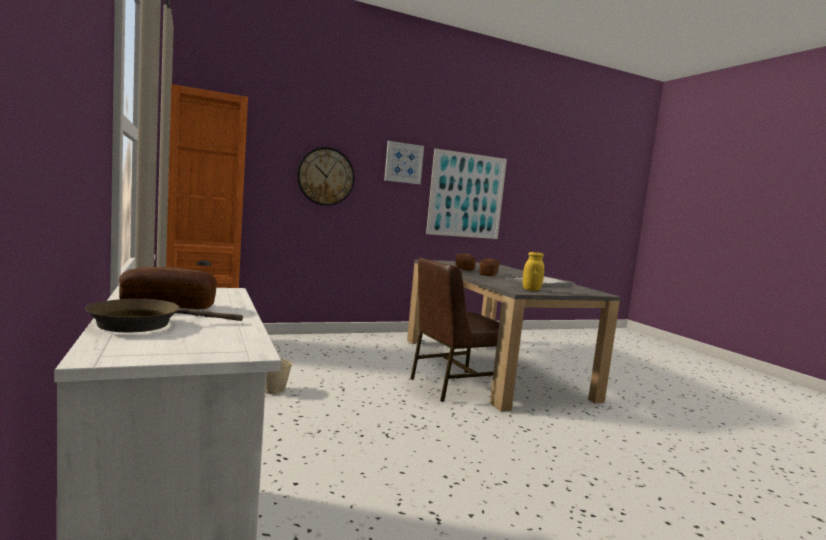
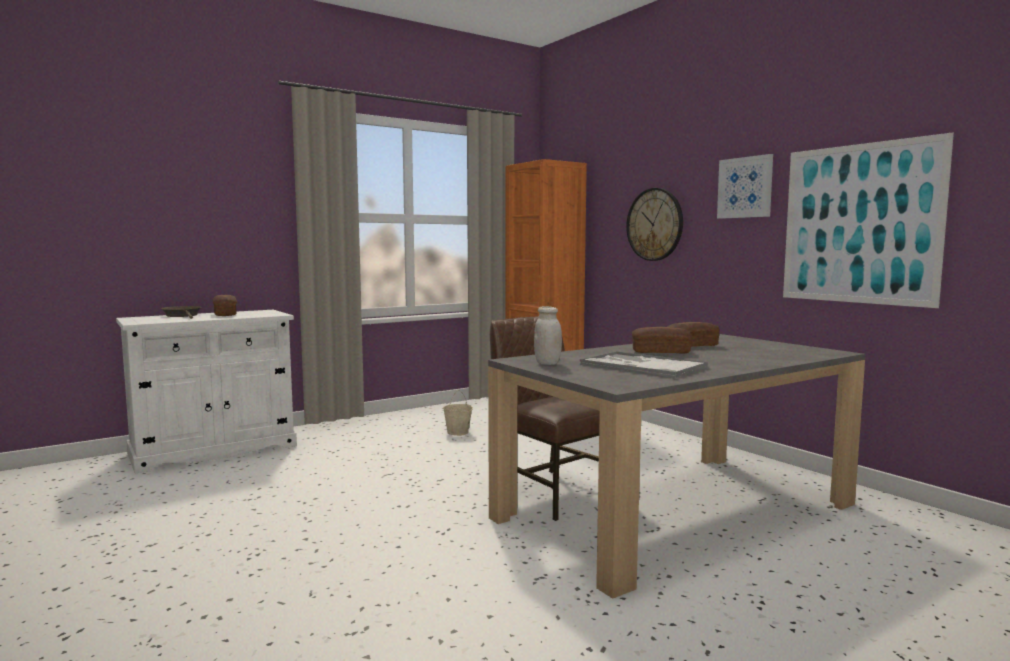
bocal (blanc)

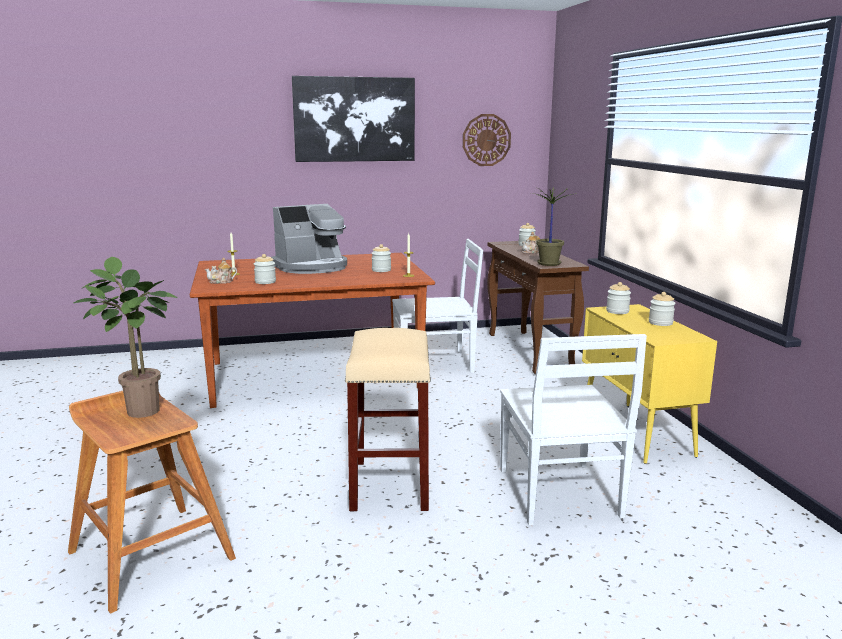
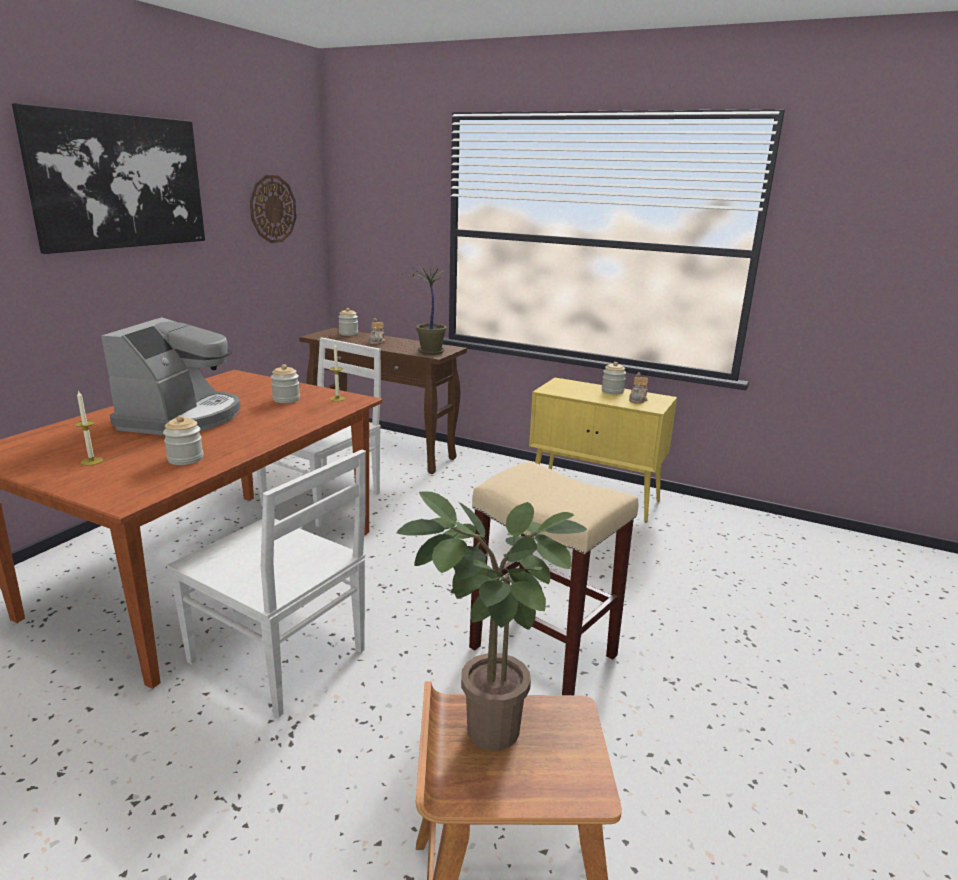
bocal (4th from left in the first image)
théière (2nd from left)
chaise (blanc) (1st from left)

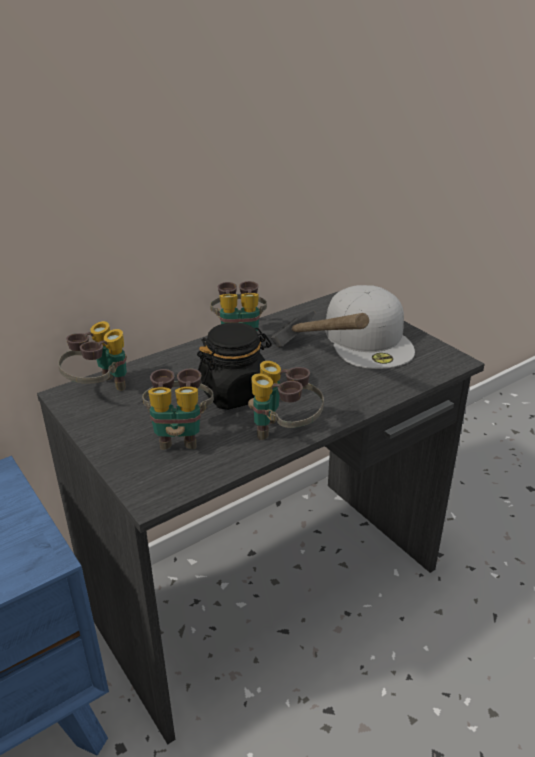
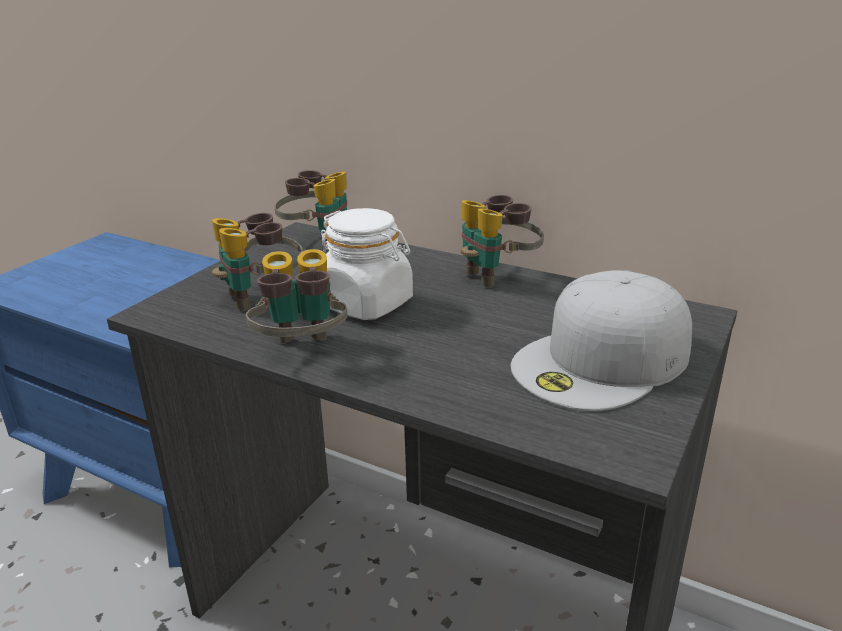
marteau
bocal (blanc)

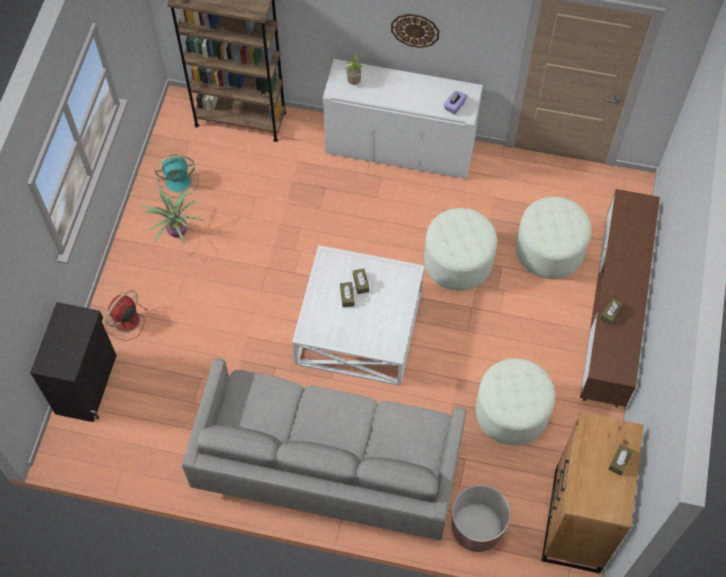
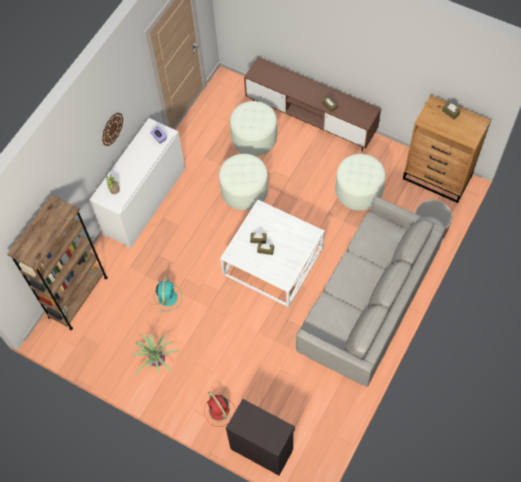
ventilateur (turquoise)

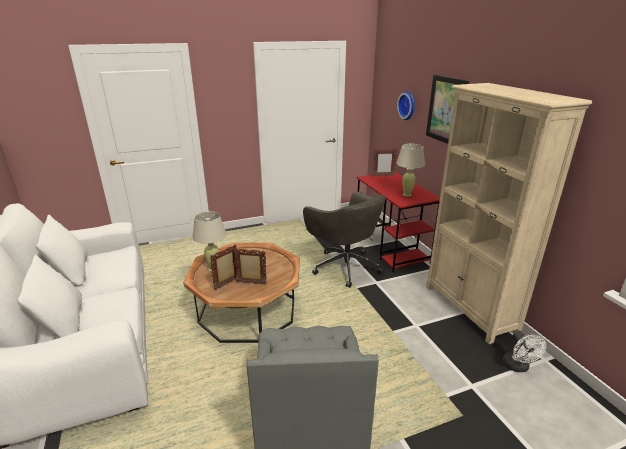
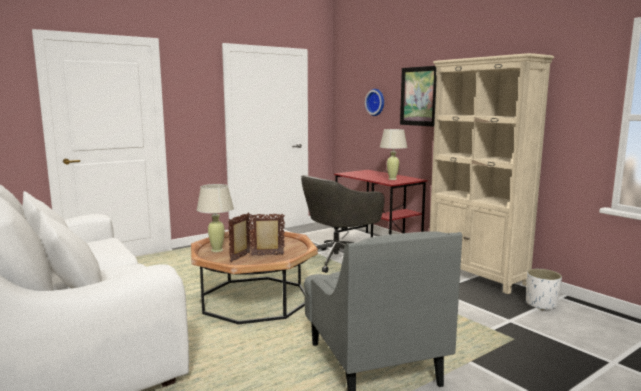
cadre photo (3rd from left in the first image)
cache-pot (blanc)
chaise de bureau (gris)

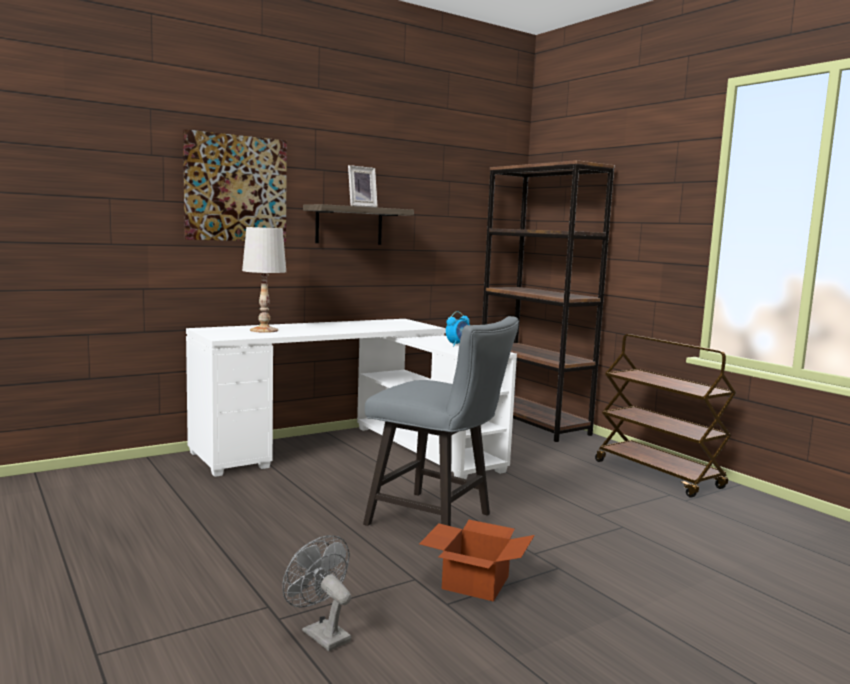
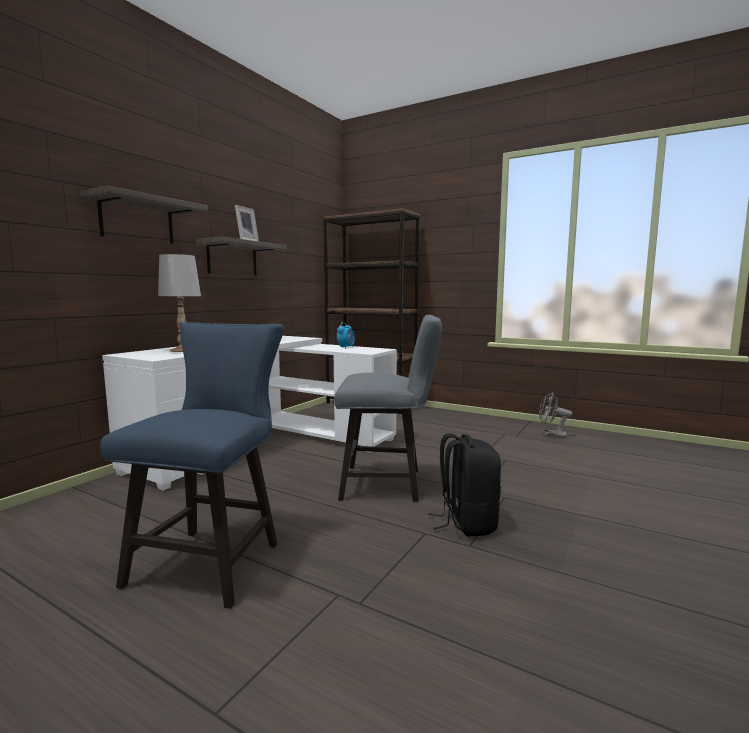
chariot (marron)
chaise (bleu)
ventilateur (gris)
étagère (1st from left)
sac à dos (noir)

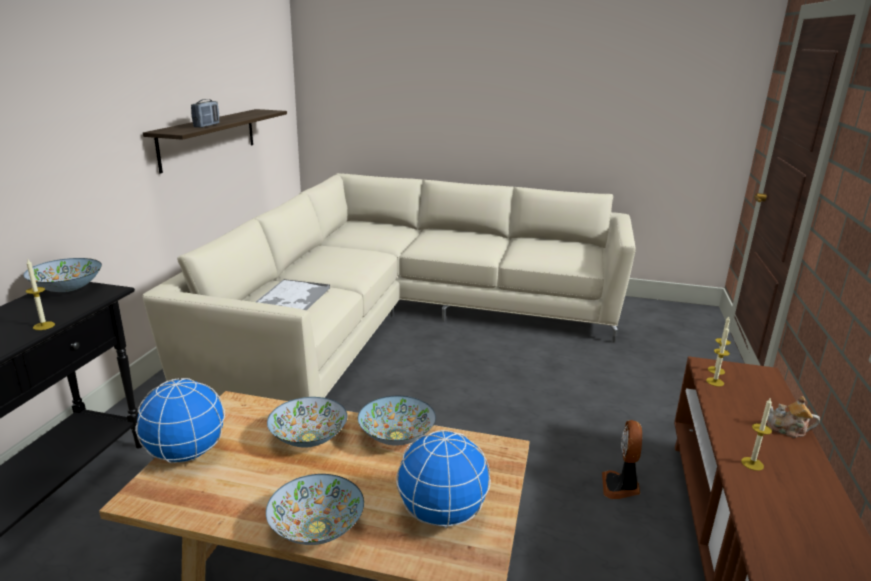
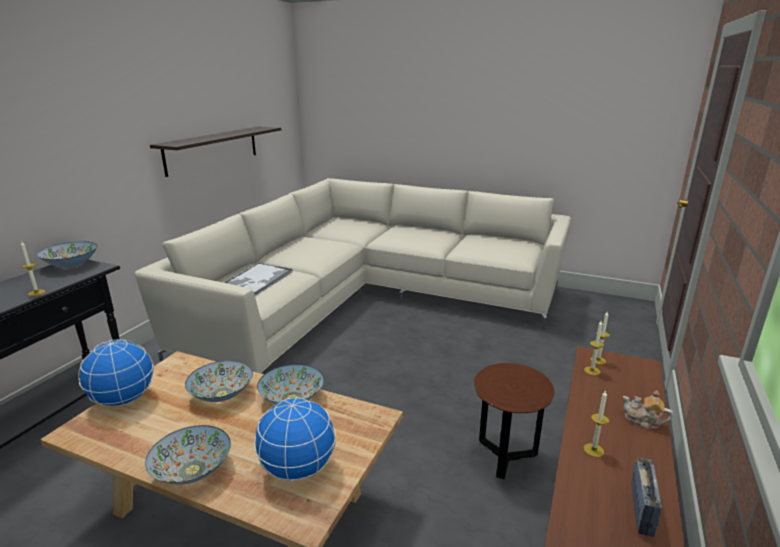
radio
table d'appoint (marron)

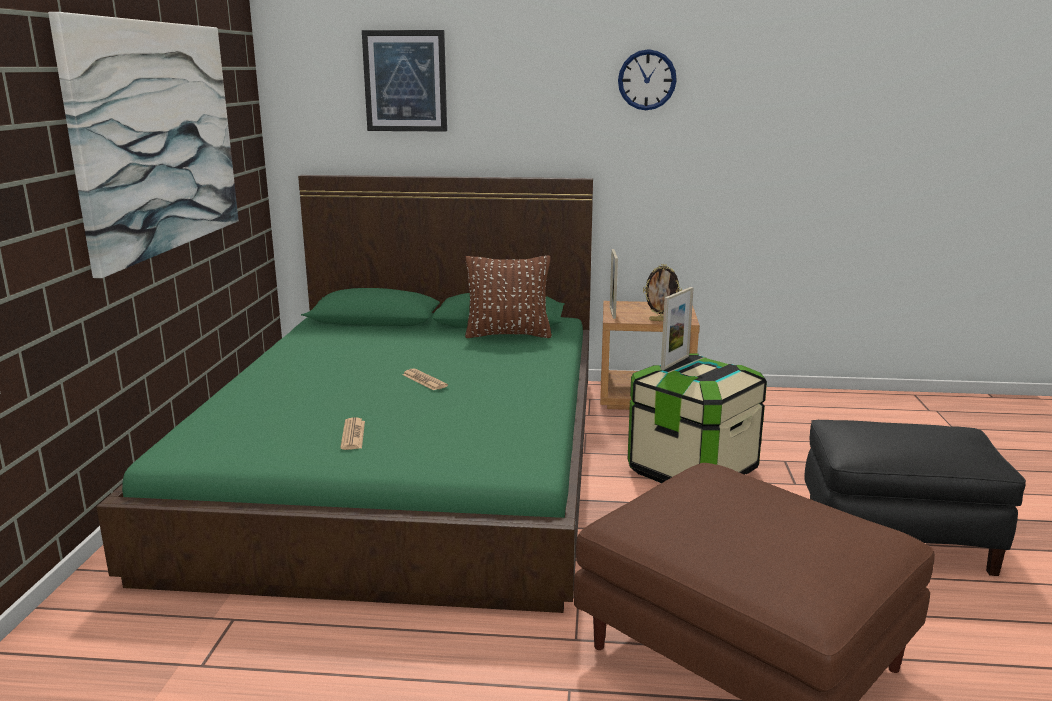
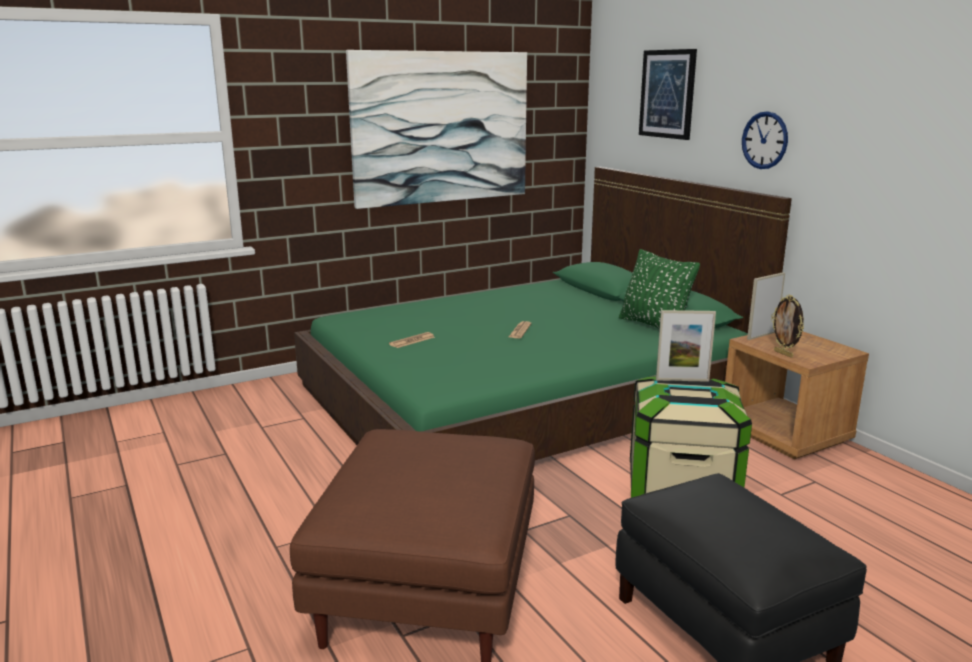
horloge murale
coussin (vert)

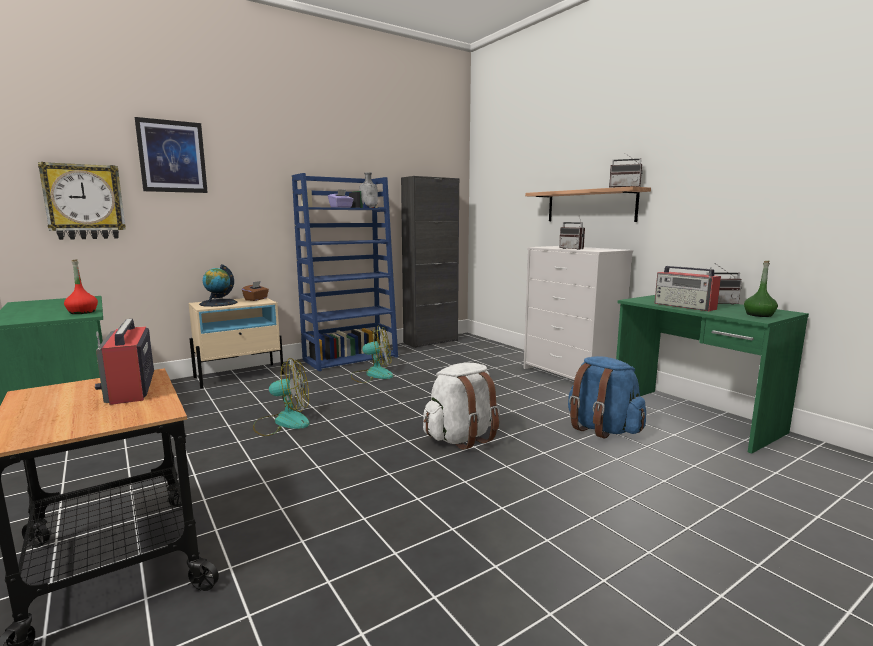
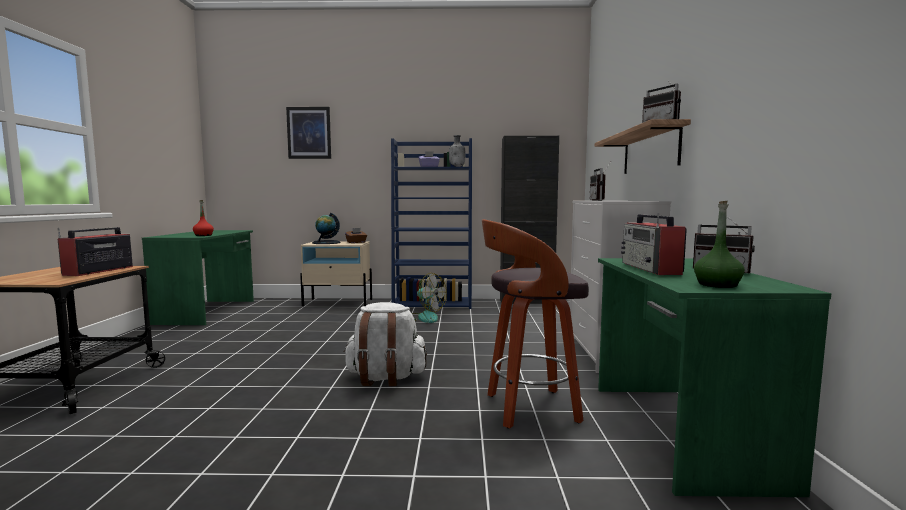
horloge murale
ventilateur (1st from left in the first image)
tabouret

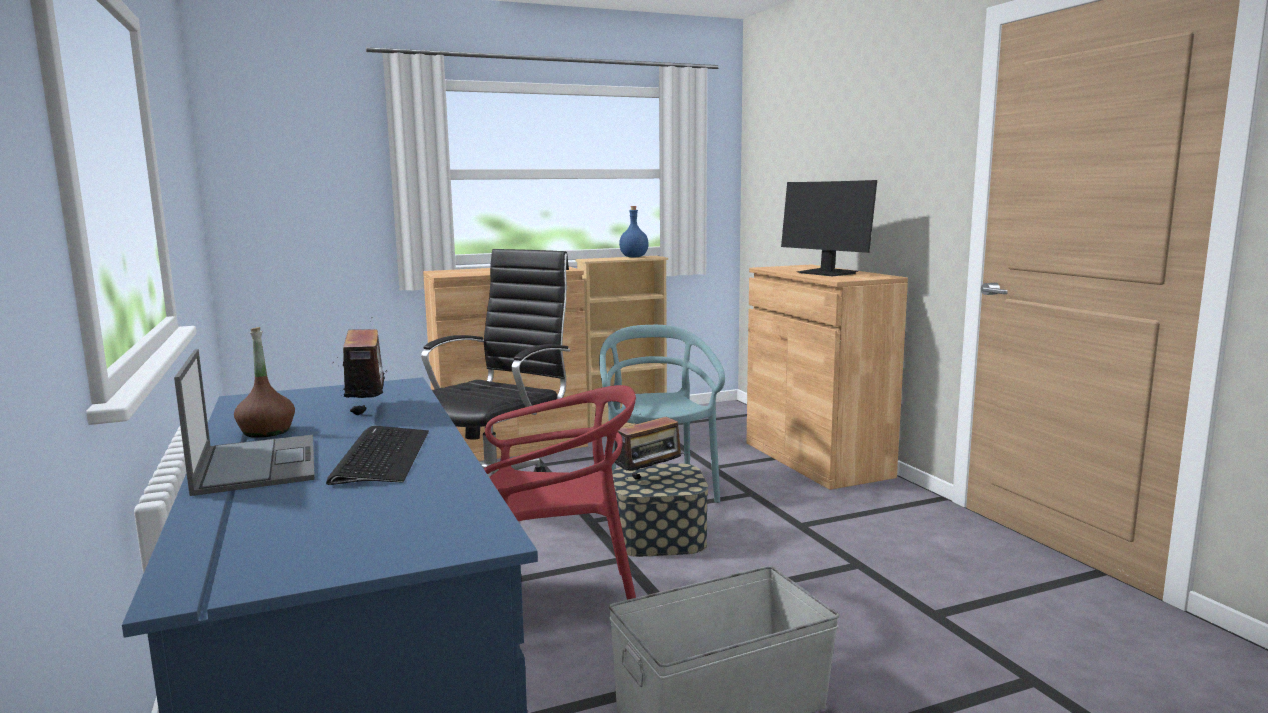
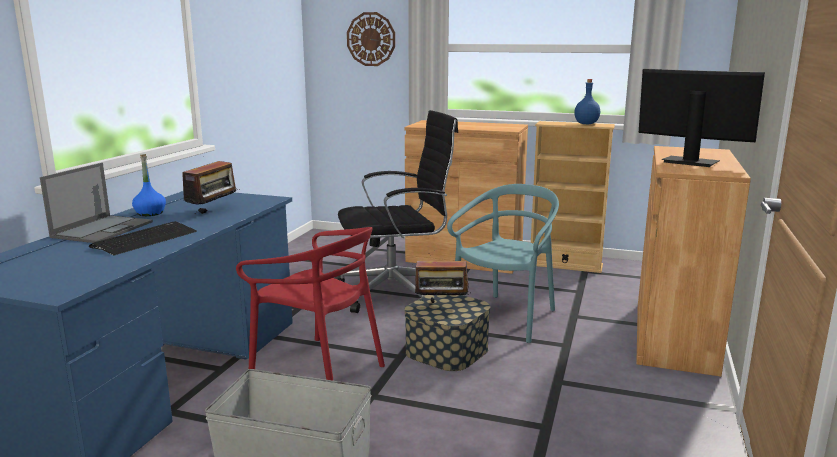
horloge murale
bouteille (bleu) (1st from left)
écran d'ordinateur

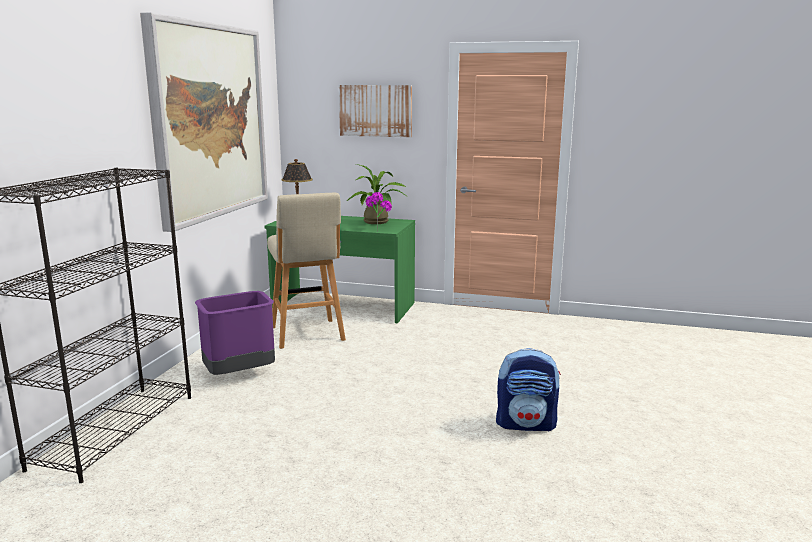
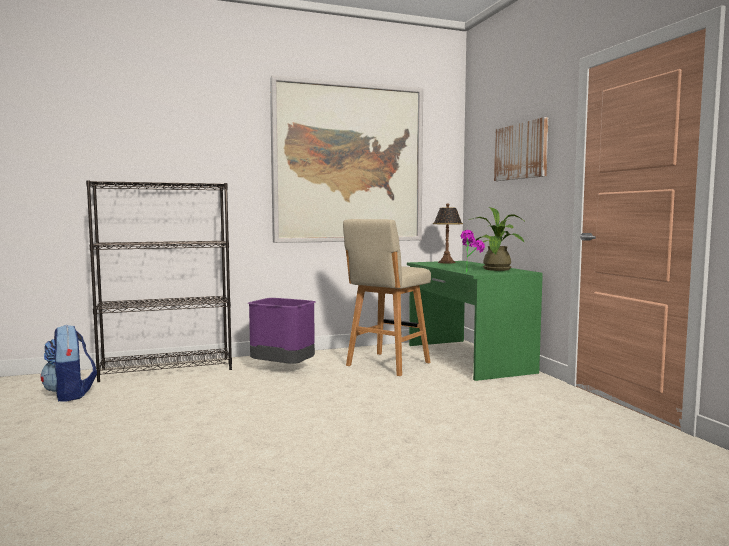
sac à dos

